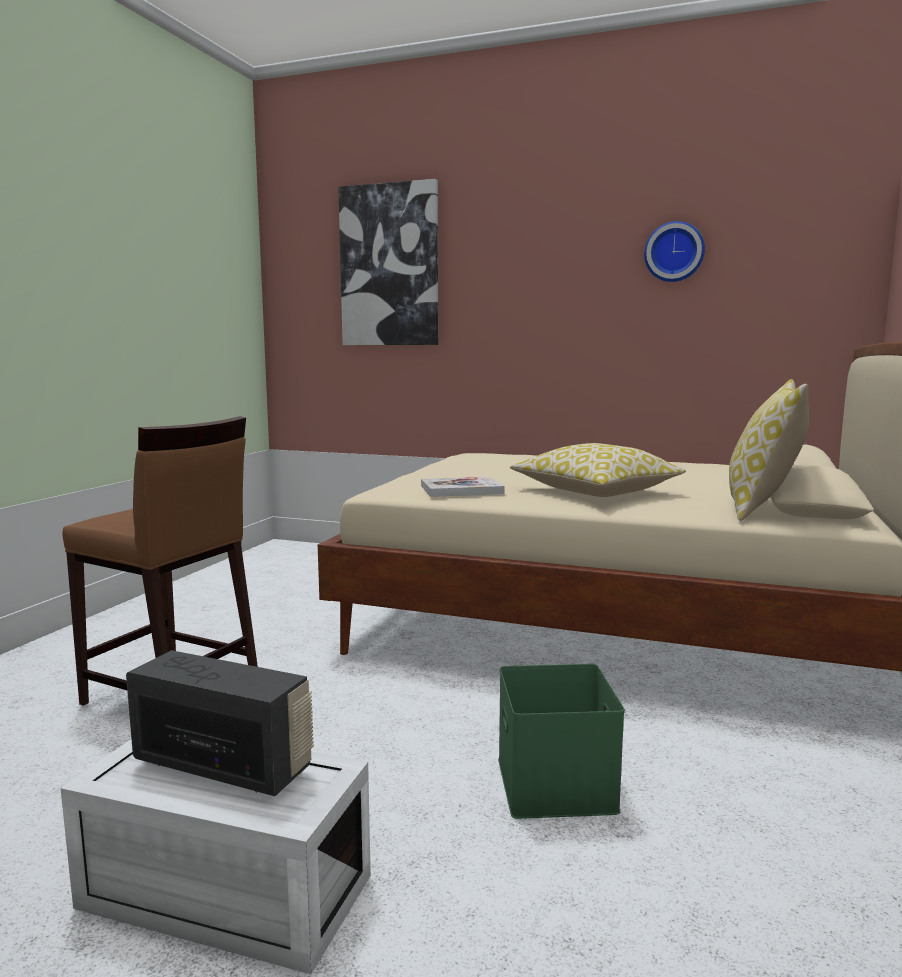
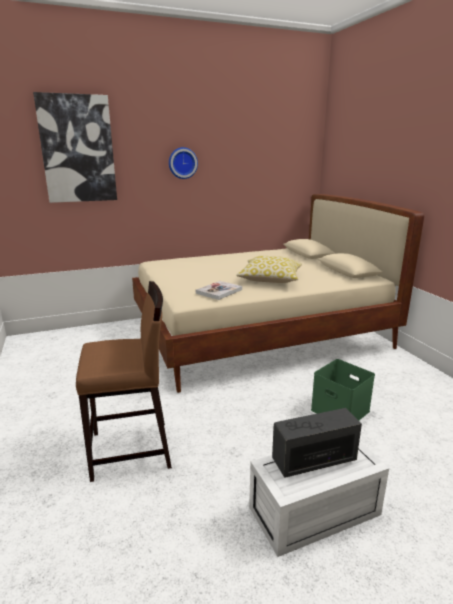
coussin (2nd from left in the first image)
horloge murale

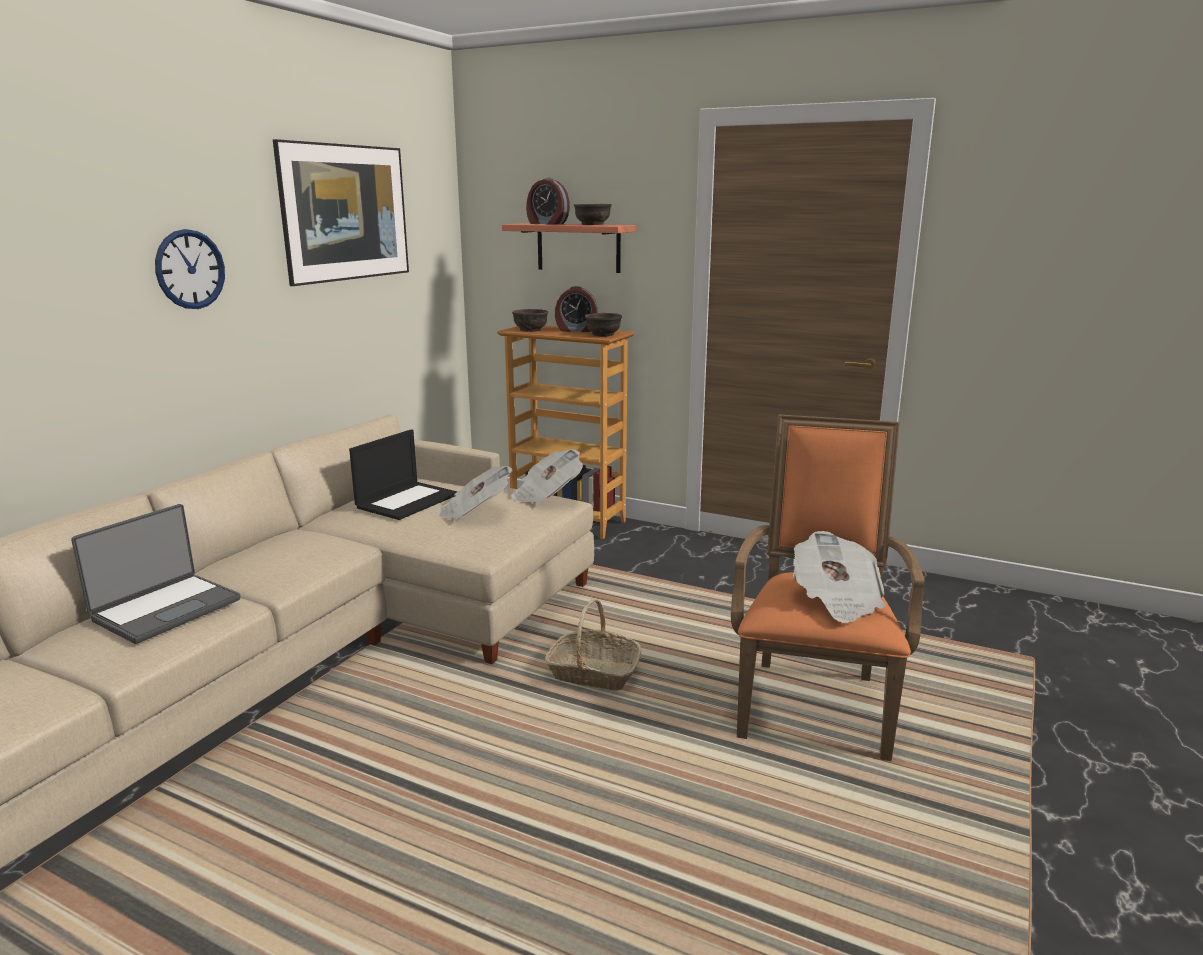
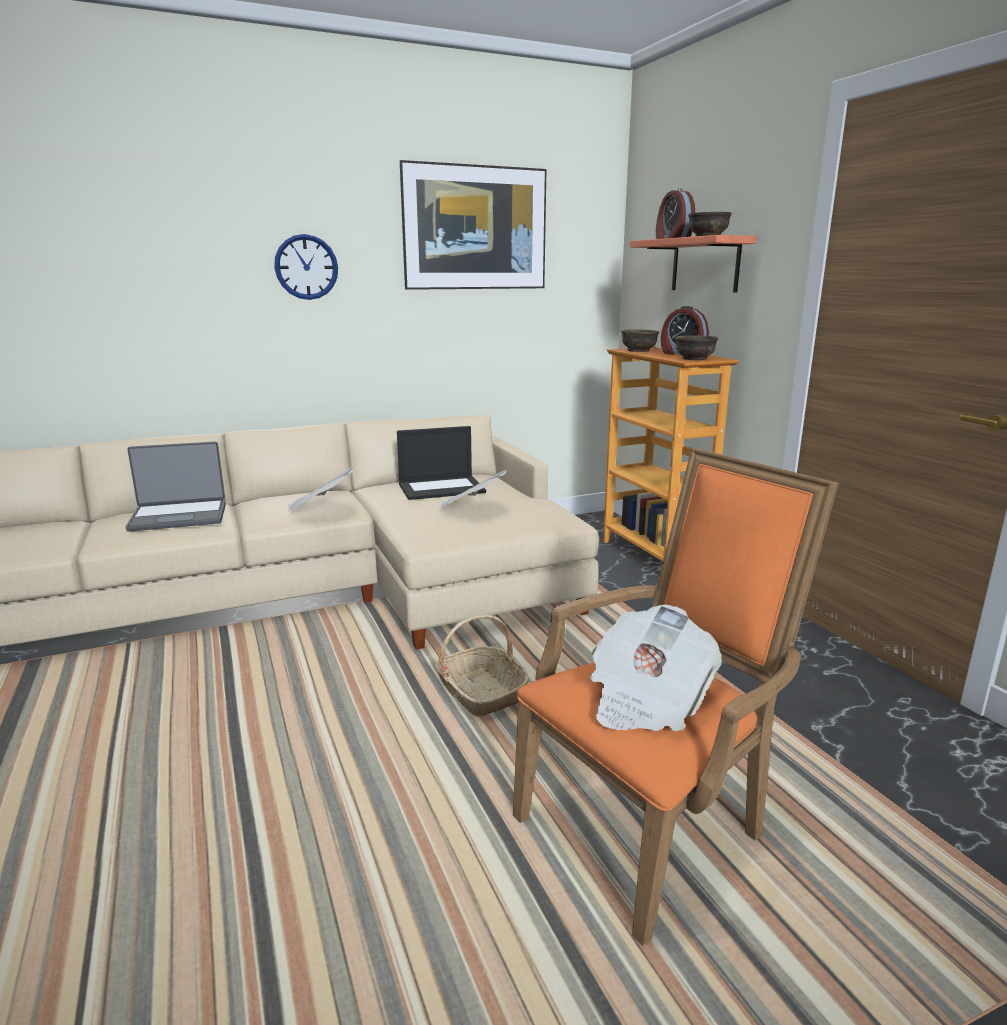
journal (1st from left)

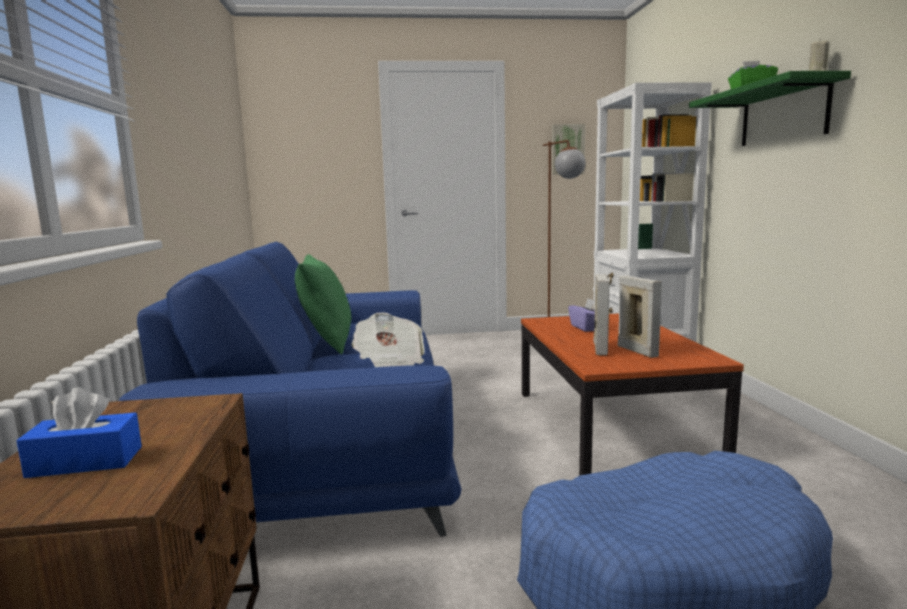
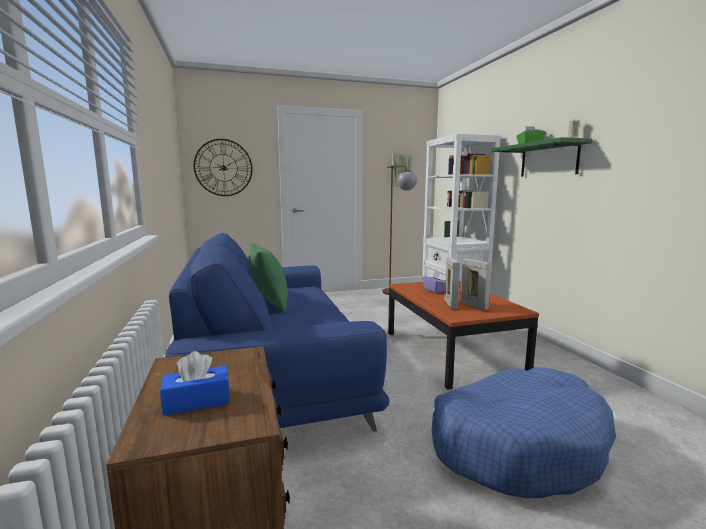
journal
horloge murale

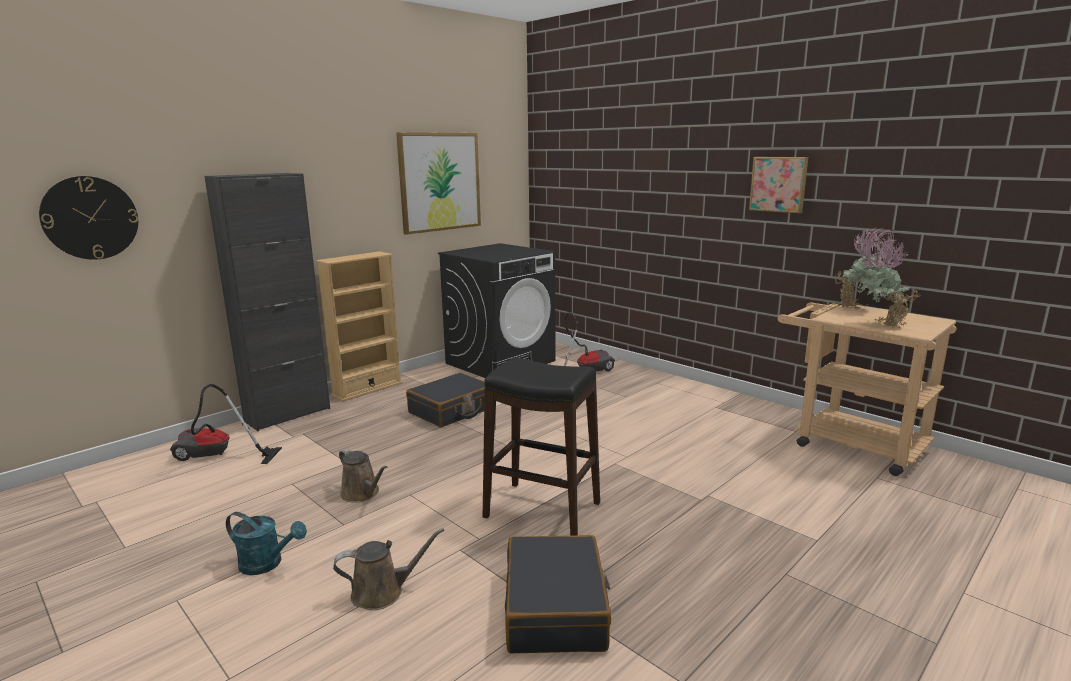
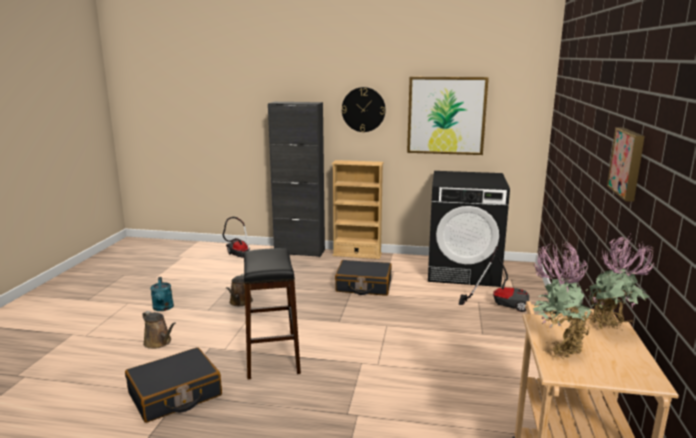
horloge murale

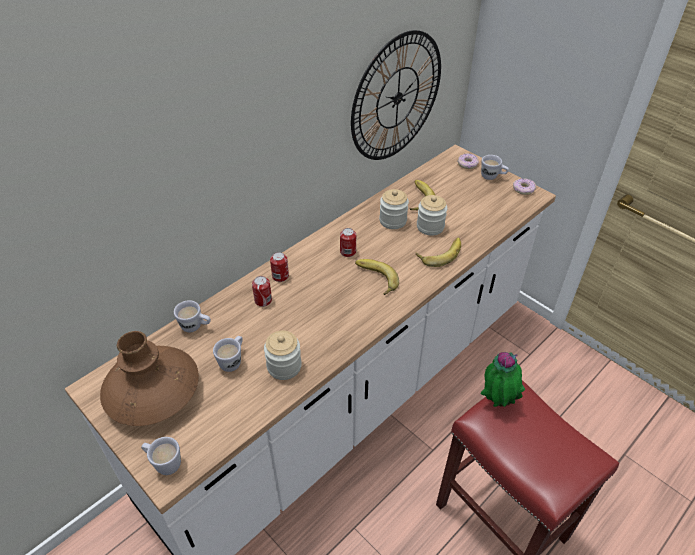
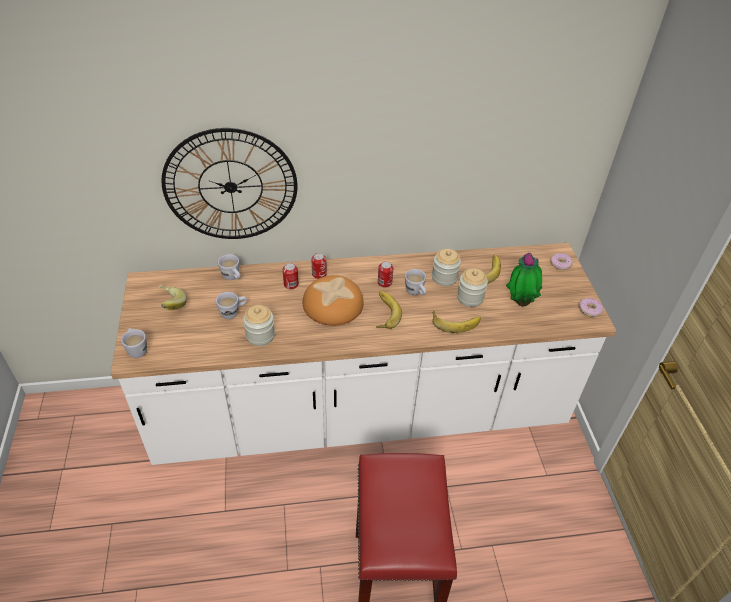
pain
horloge murale
mug (blanc) (4th from left)
plante en pot
banane (1st from left)

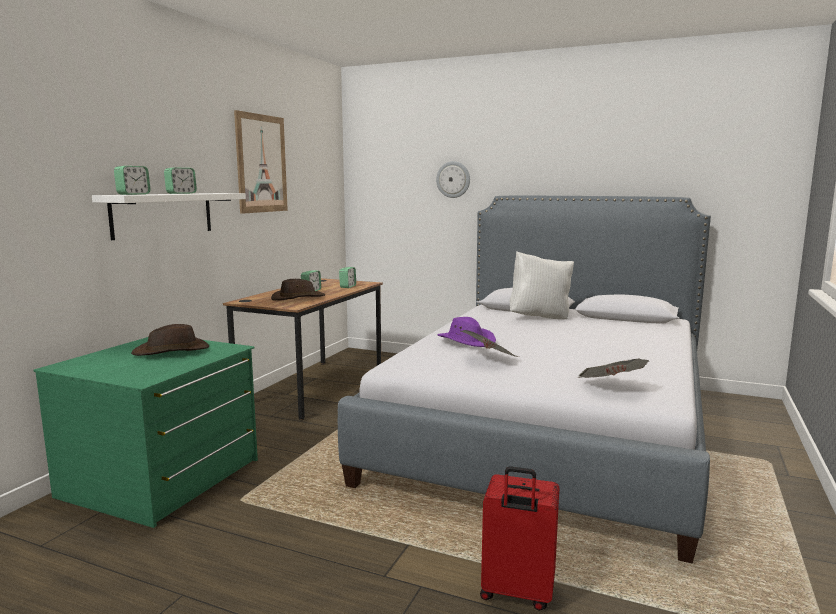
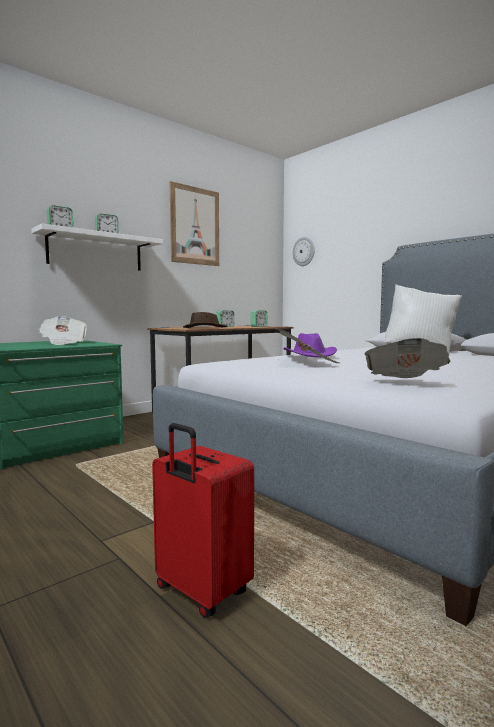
horloge murale
journal (1st from left)

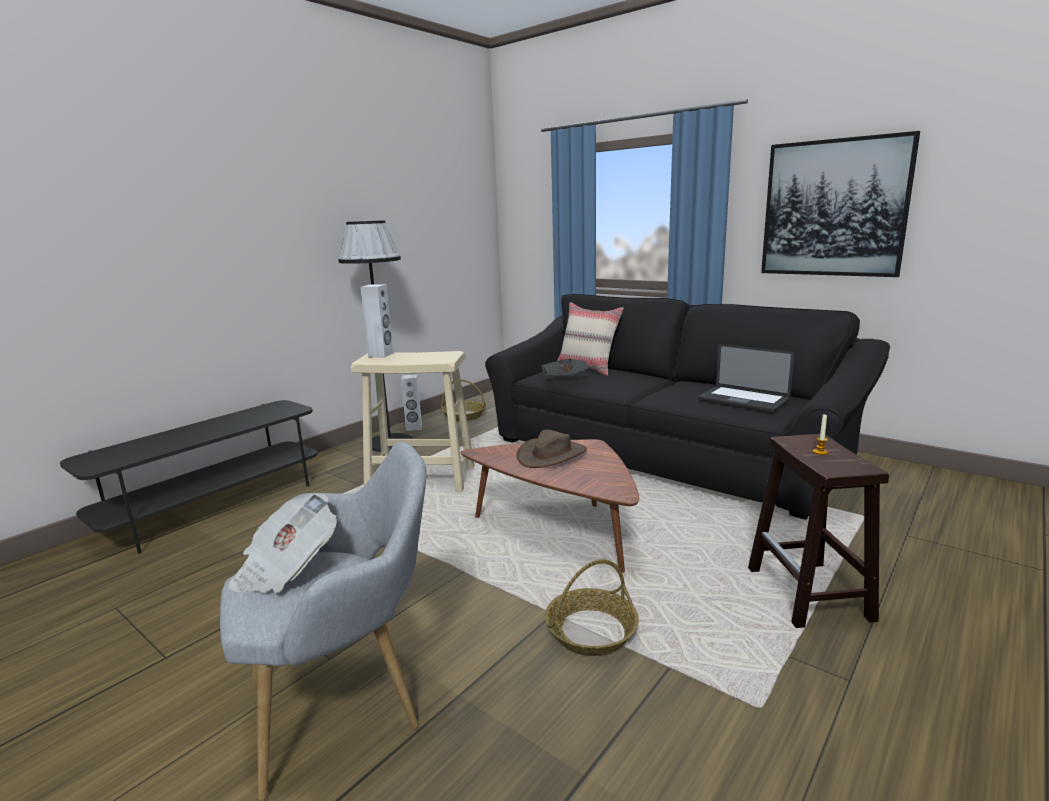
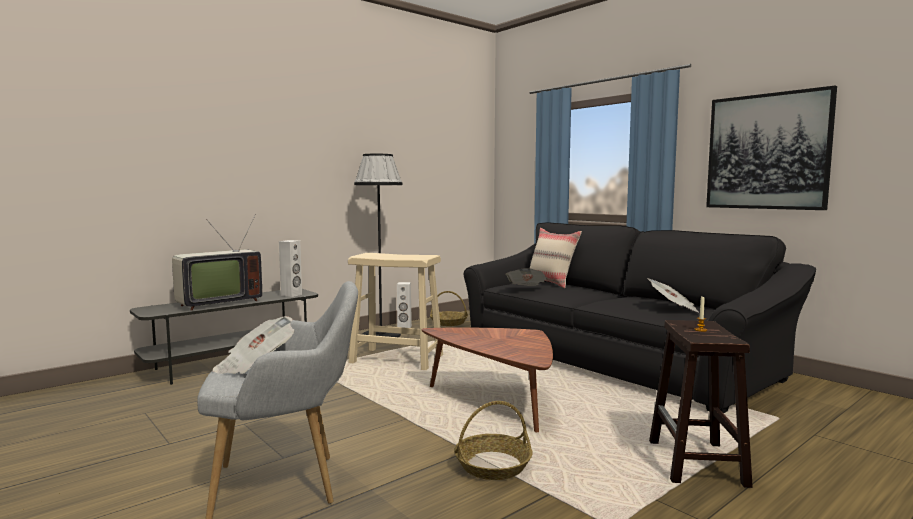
chapeau (marron)
téléviseur
enceinte (blanc) (1st from left)
journal (3rd from left)

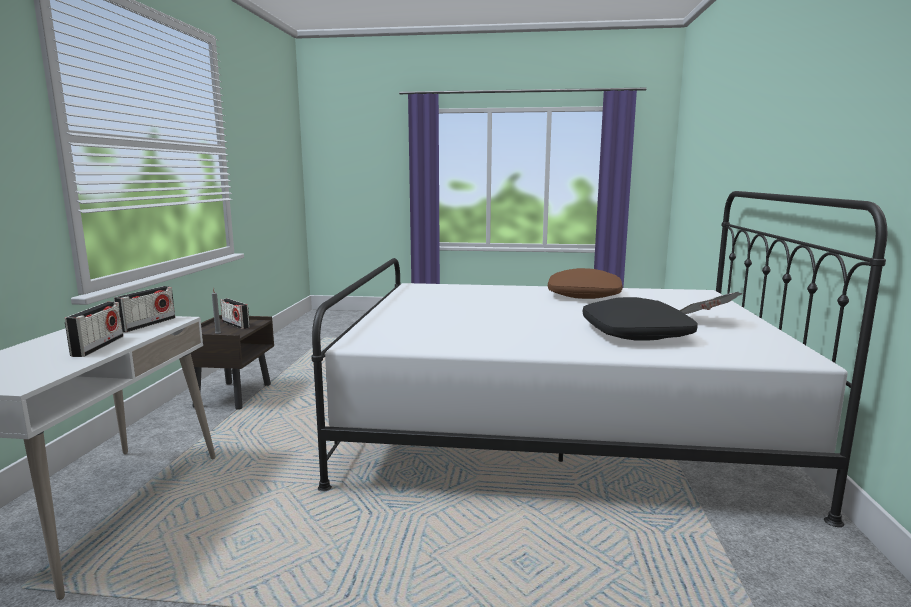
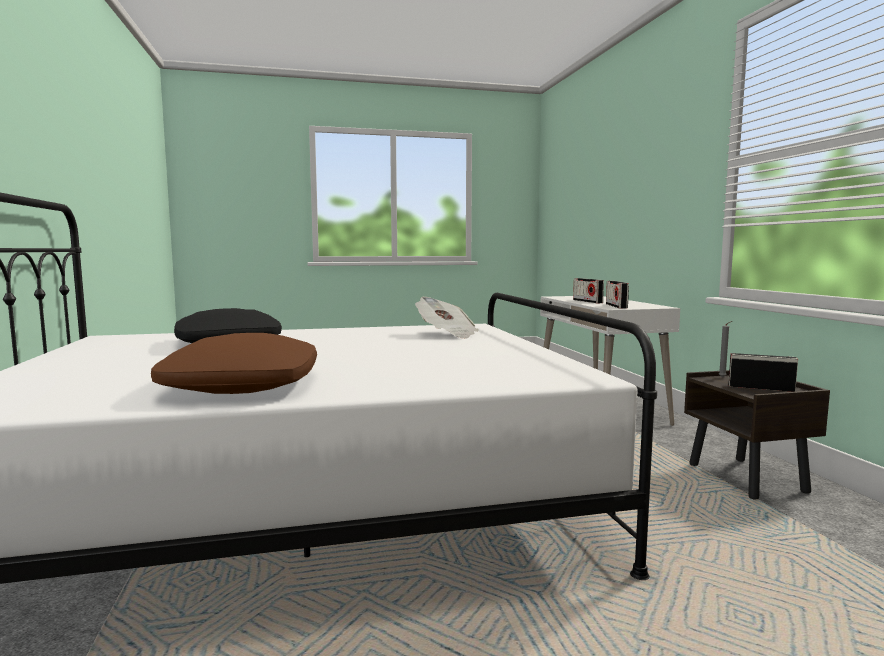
journal

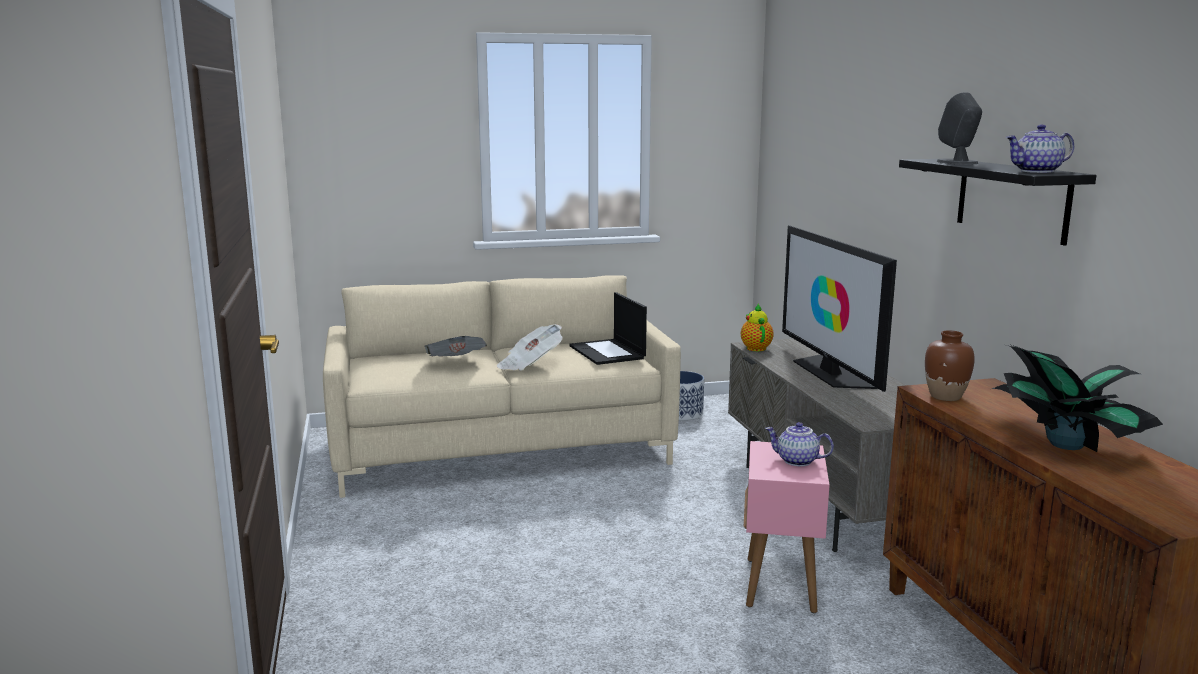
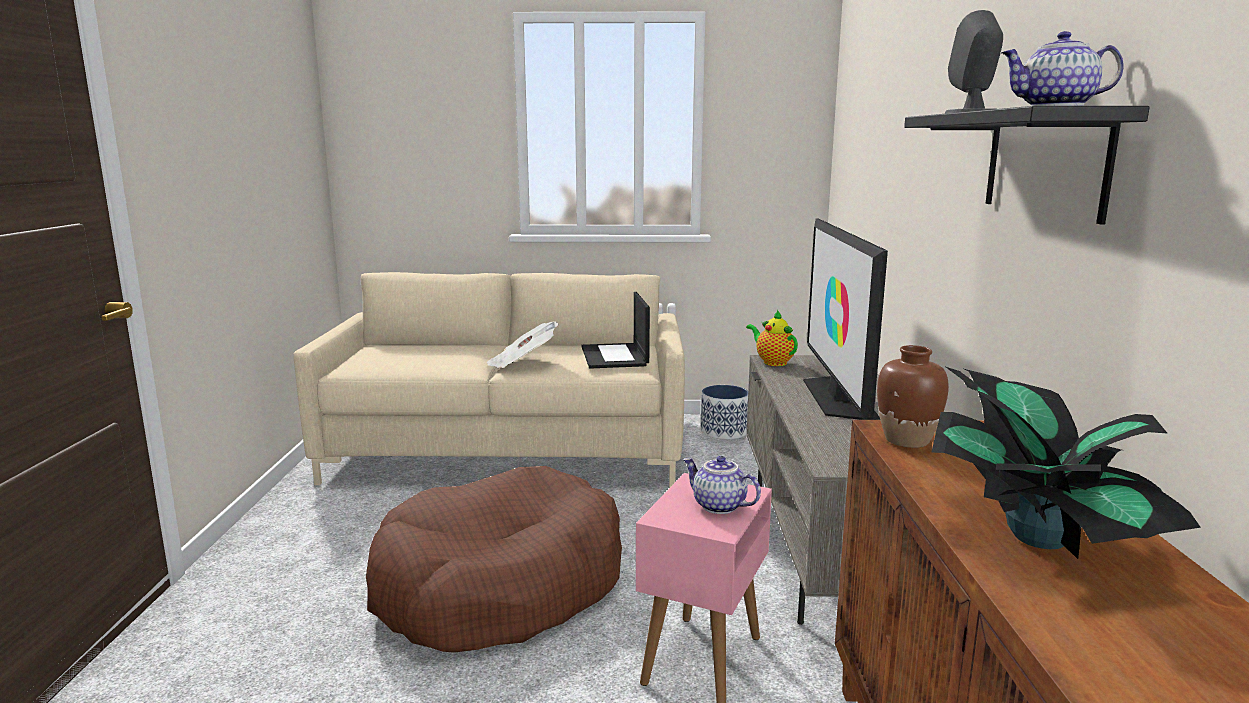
journal (1st from left in the first image)
panier pour chien (marron)
théière (2nd from left)

